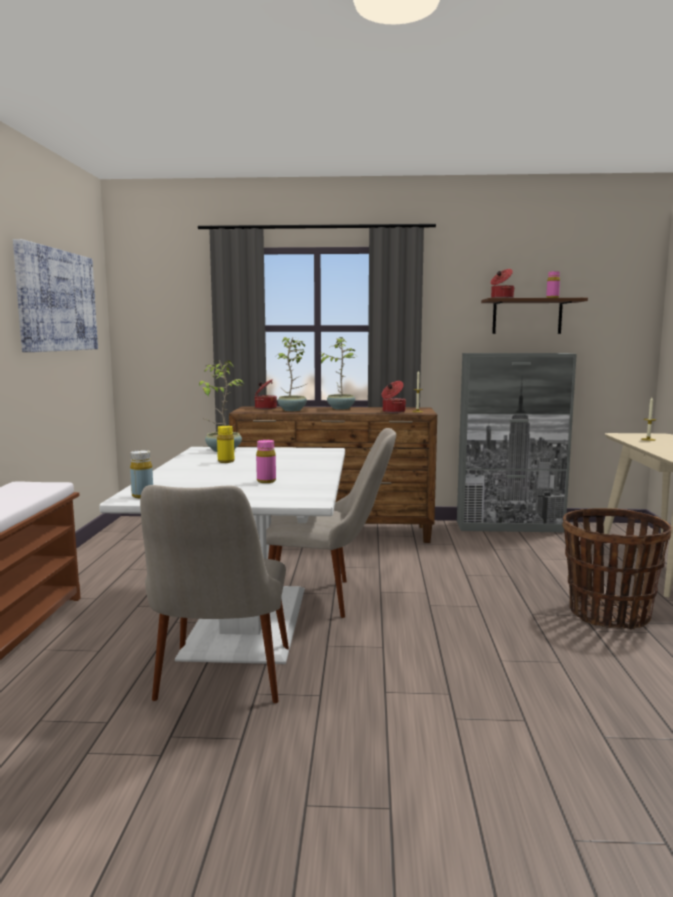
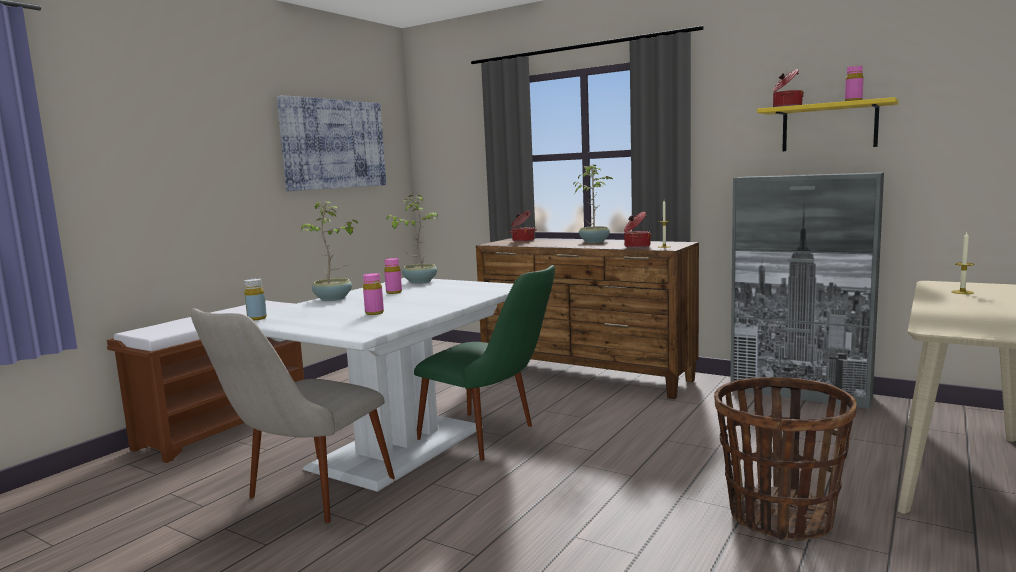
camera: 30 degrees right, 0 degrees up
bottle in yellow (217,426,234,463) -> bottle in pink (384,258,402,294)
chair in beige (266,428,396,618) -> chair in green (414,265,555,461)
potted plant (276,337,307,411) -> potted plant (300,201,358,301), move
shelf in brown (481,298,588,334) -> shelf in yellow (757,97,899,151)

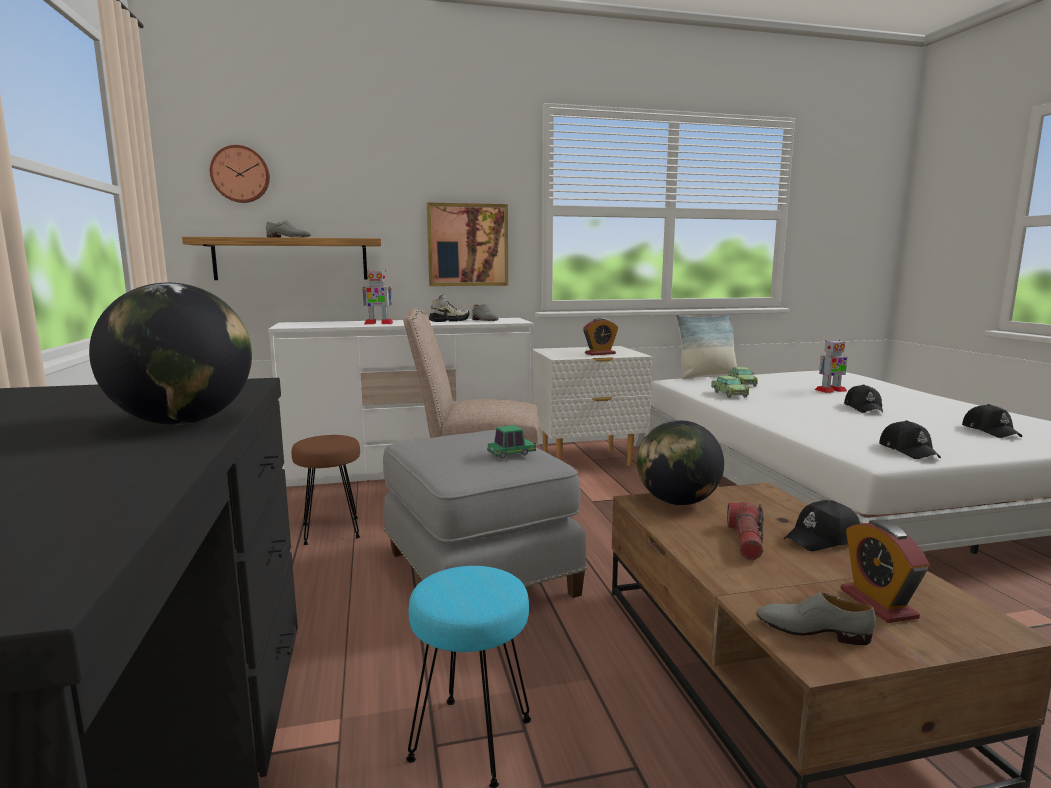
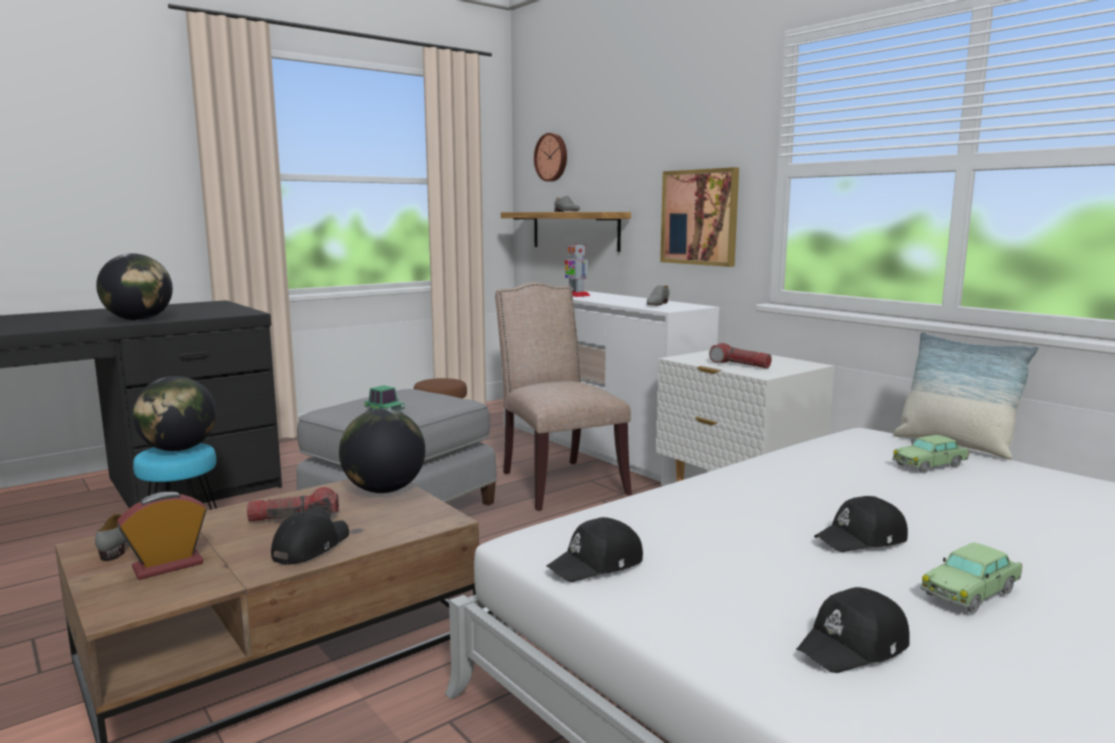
camera: 65 degrees right, 0 degrees up
shoe (429,294,469,322) -> none
alarm clock (583,318,618,356) -> flashlight (709,343,772,368)
toy car (711,376,749,398) -> toy car (920,542,1022,613), move
cap in black (784,500,860,551) -> cap in black (271,507,349,565), 75 degrees clockwise
toy robot (815,340,847,393) -> none
none -> globe (132,376,217,451)

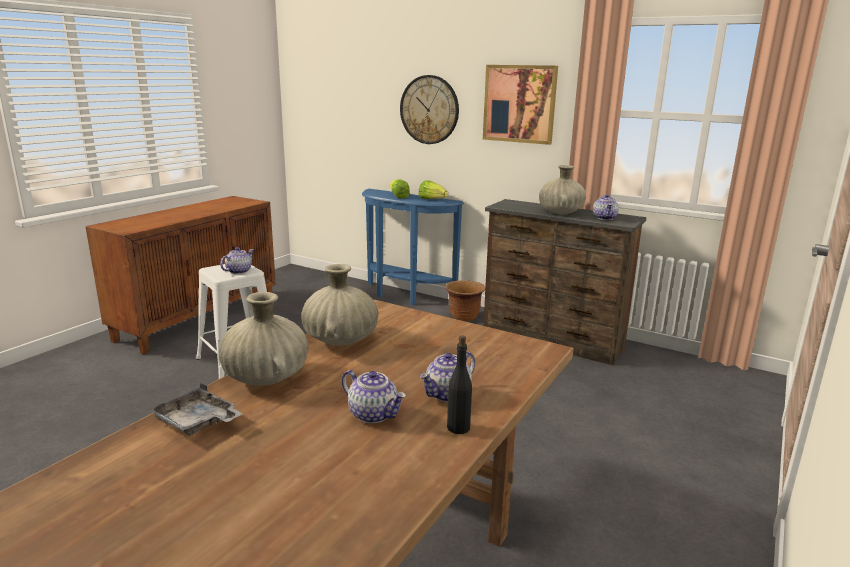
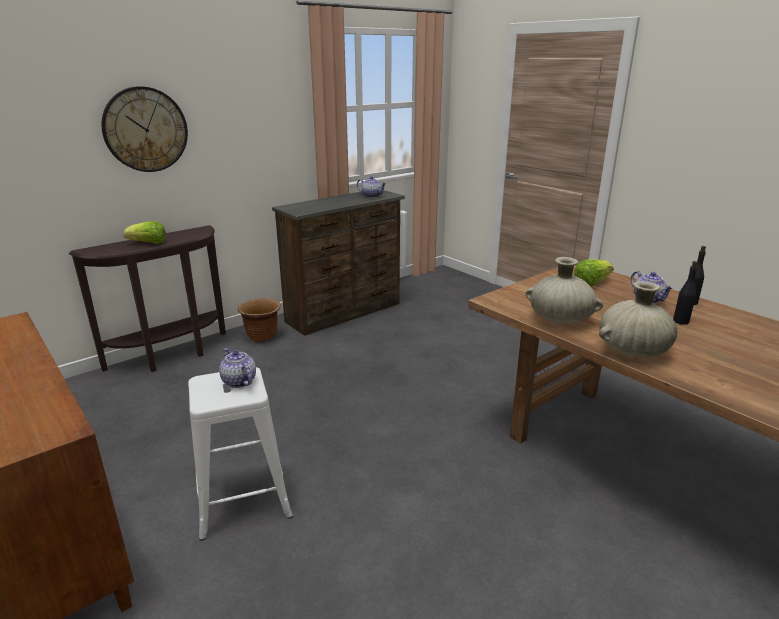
camera: 70 degrees left, 5 degrees up
tray in grey (147,383,243,436) -> none
teapot (342,370,406,423) -> bottle in black (673,261,698,325)
console table in blue (362,189,464,305) -> console table in brown (69,225,226,372)
lettuce (419,180,448,199) -> lettuce (574,259,614,286), move
picture (483,65,558,145) -> none
vase in beige (539,165,586,215) -> none

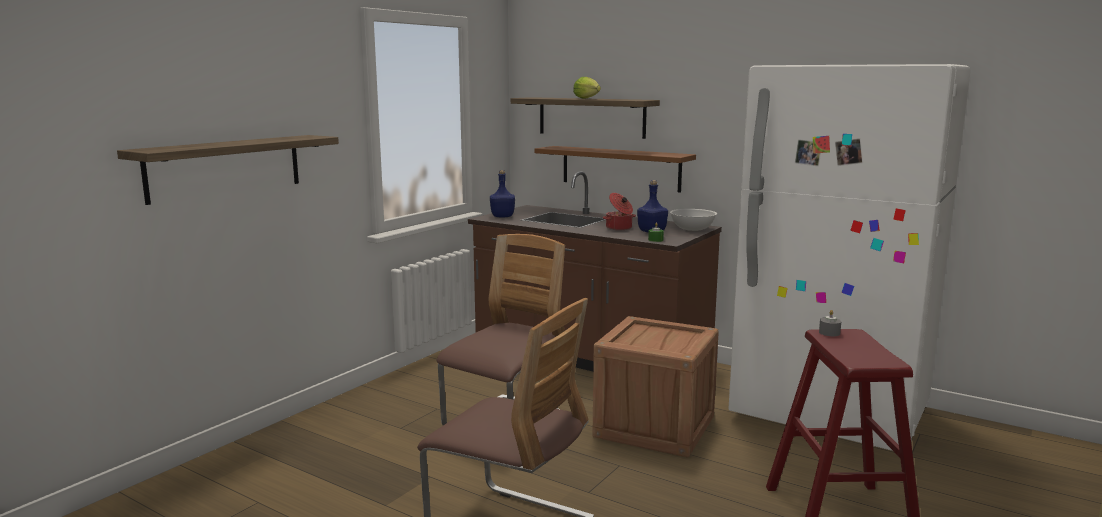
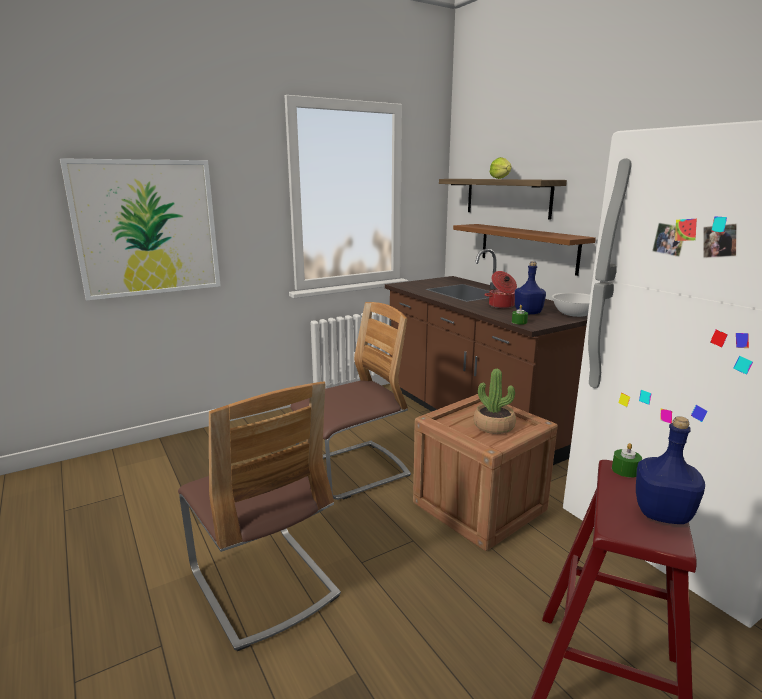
camera: 25 degrees right, 5 degrees up
shelf (117,135,339,205) -> picture (60,158,221,301)
bottle in blue (490,170,515,218) -> bottle in blue (636,416,705,524), move
candle in grey (819,310,841,336) -> candle in green (612,443,642,478)
none -> potted plant (474,369,516,434)

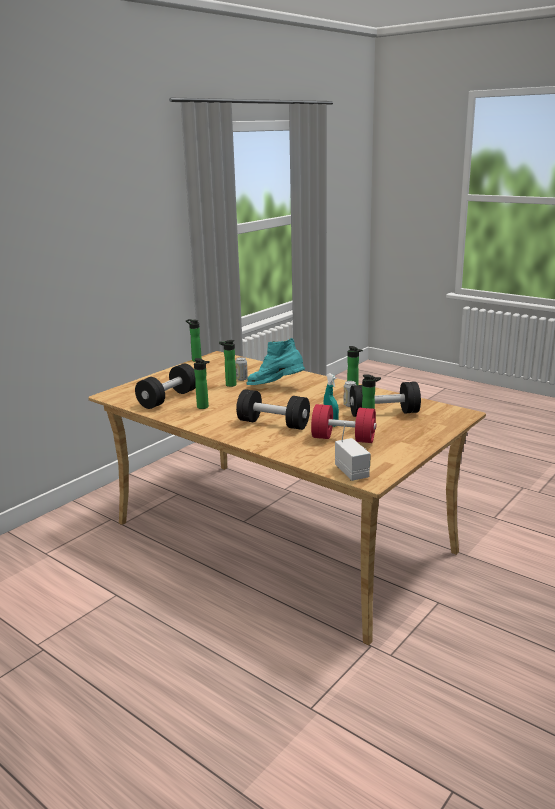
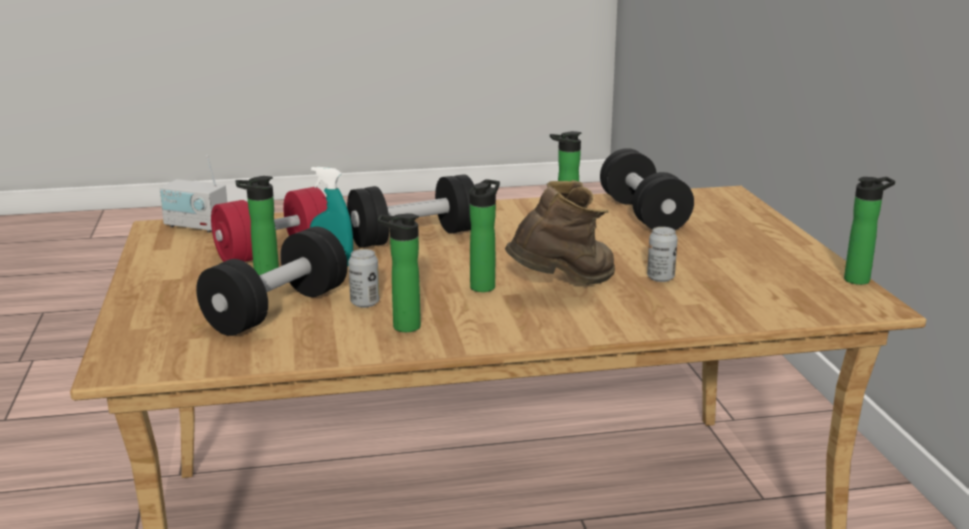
camera: 130 degrees right, 0 degrees up
bottle (219,340,237,387) -> bottle (470,179,500,292), move
boot in turquoise (246,338,305,385) -> boot in brown (505,180,615,285)

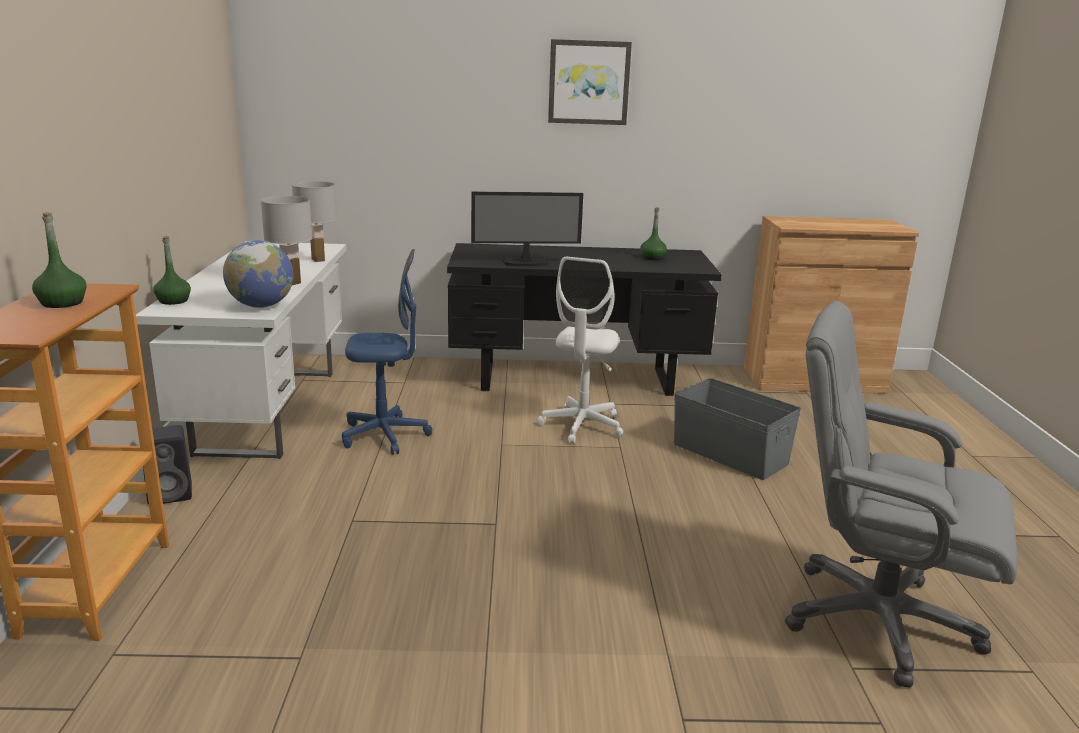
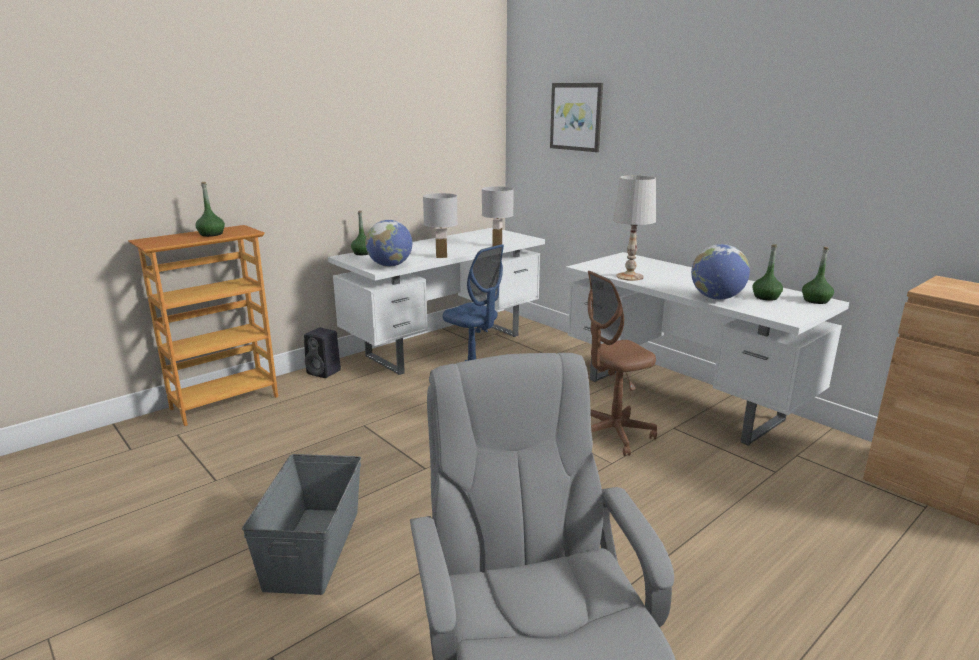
camera: 50 degrees right, 0 degrees up
desk in black (447,243,722,396) -> desk in white (566,252,849,446)
monitor (471,191,583,266) -> table lamp in white (613,175,656,281)
office chair in white (537,256,623,444) -> office chair in brown (588,271,657,456)
picture (548,39,632,125) -> picture (550,83,603,152), move
storage box in grey (674,378,801,480) -> storage box in grey (242,454,361,595), move
none -> globe (691,244,750,300)
none -> bottle in green (802,247,834,304)

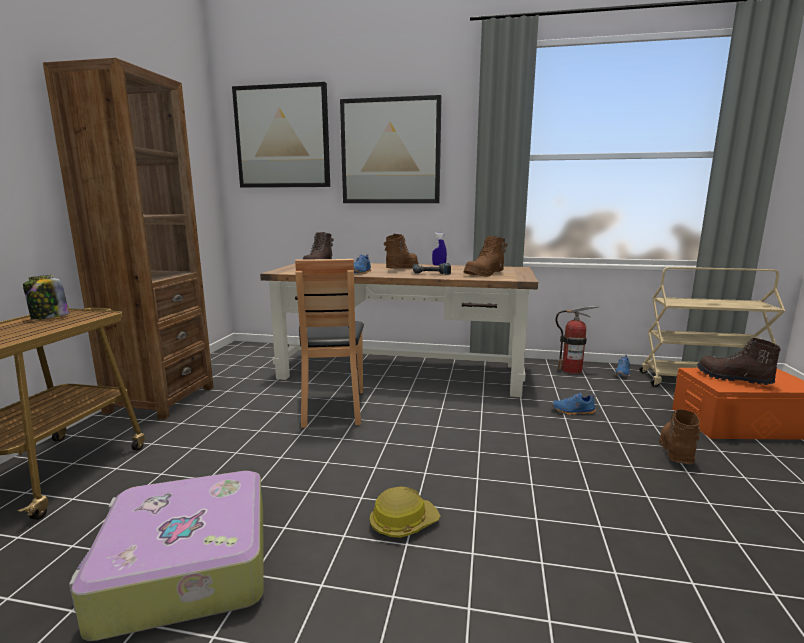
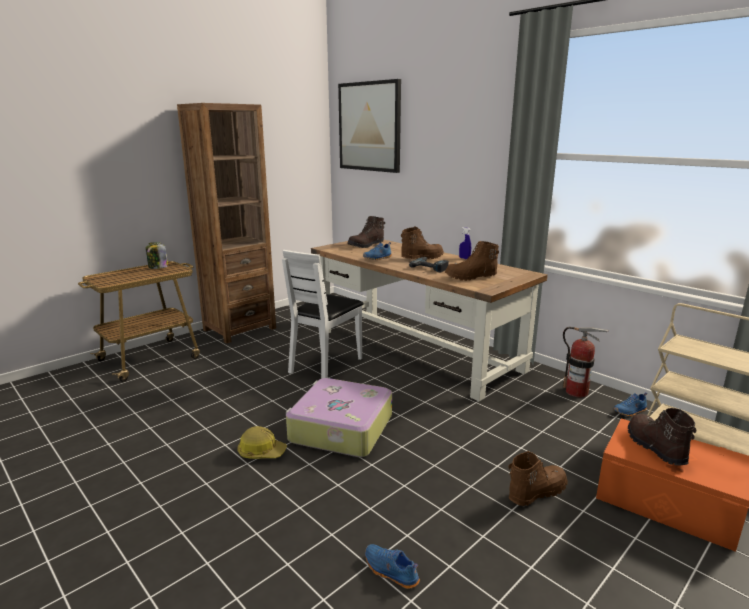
camera: 35 degrees right, 5 degrees up
suitcase (69,471,263,641) -> suitcase (286,378,392,457), move
chair in brown (295,259,364,428) -> chair in white (282,250,364,379)
picture (340,95,442,203) -> none
shoe in blue (552,393,596,415) -> shoe in blue (365,544,420,589), move

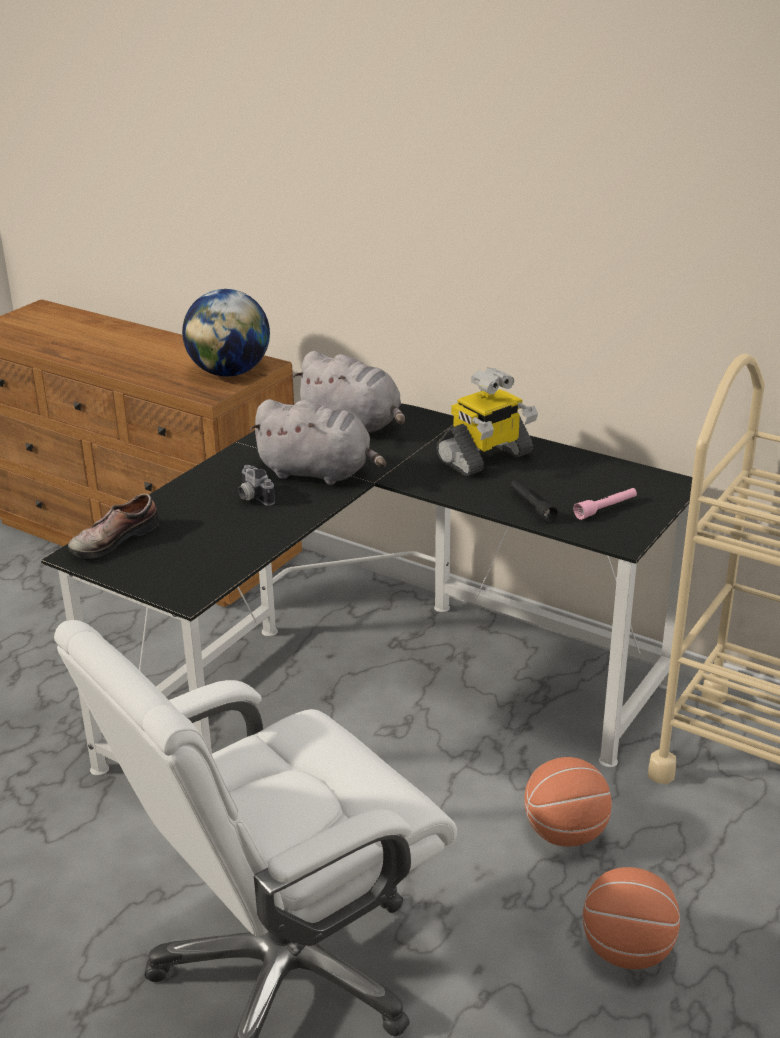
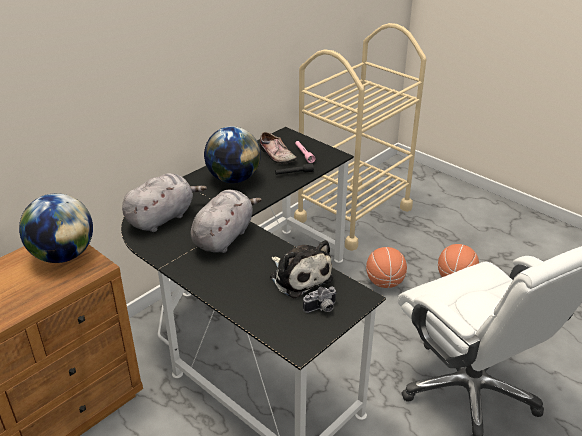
camera: 80 degrees left, 5 degrees up
shoe (68,493,159,559) -> shoe (259,132,297,164), move
photo camera (238,465,275,506) -> photo camera (303,286,337,313), move
toy robot (437,368,538,476) -> globe (204,126,261,183)
none -> plush toy (270,240,333,298)

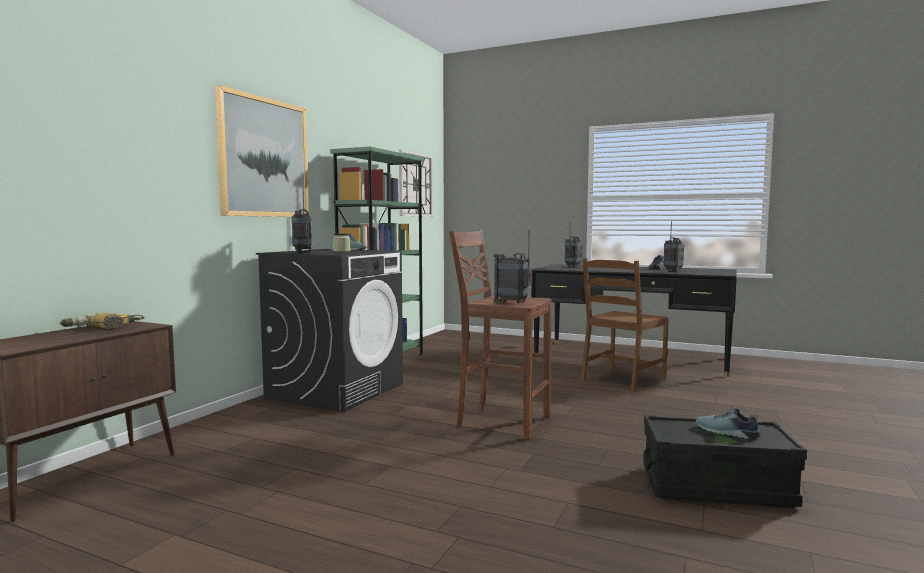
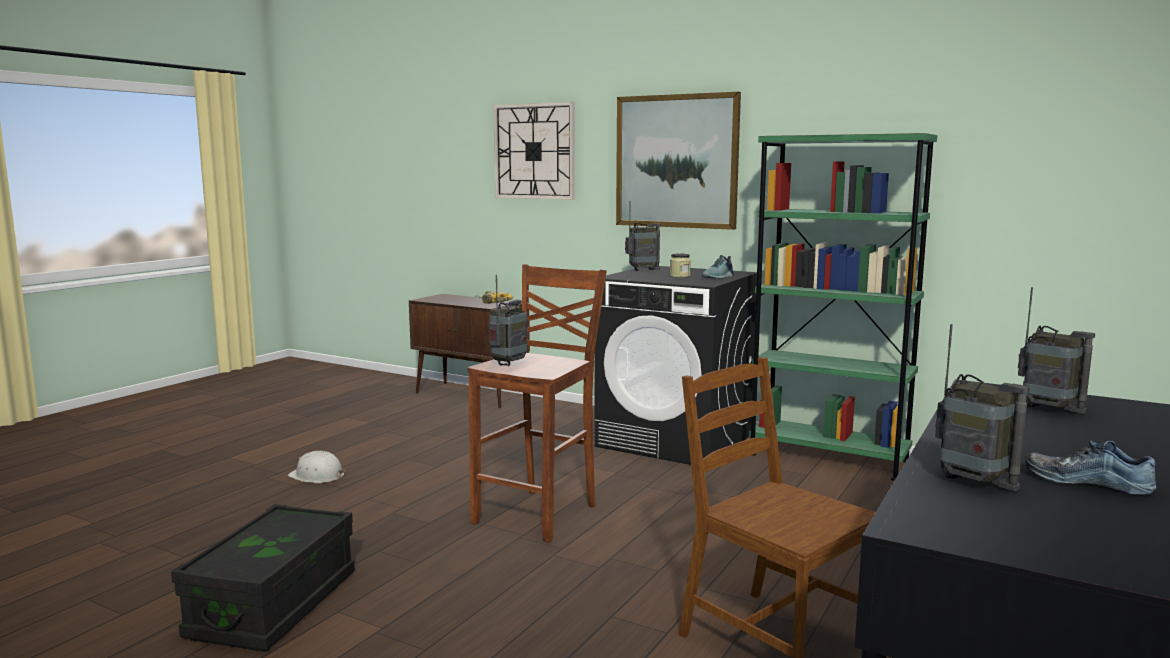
camera: 95 degrees right, 5 degrees up
wall clock (399,150,433,217) -> wall clock (493,102,575,200), move
shoe (696,406,761,439) -> none
none -> hard hat in white (288,451,345,483)

